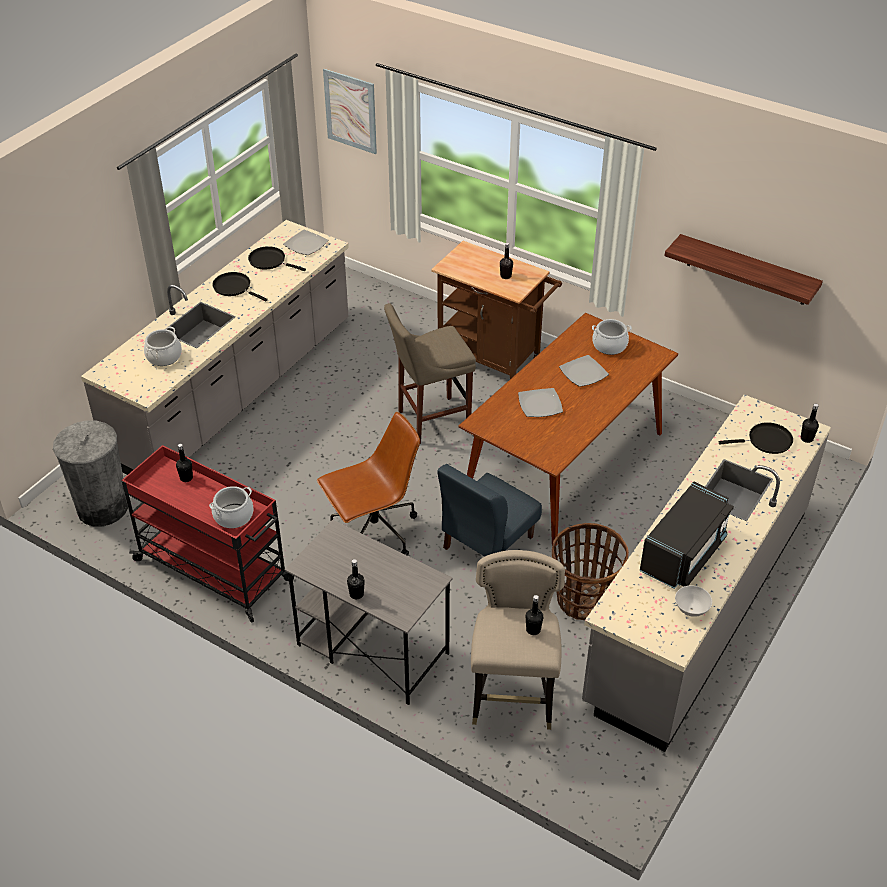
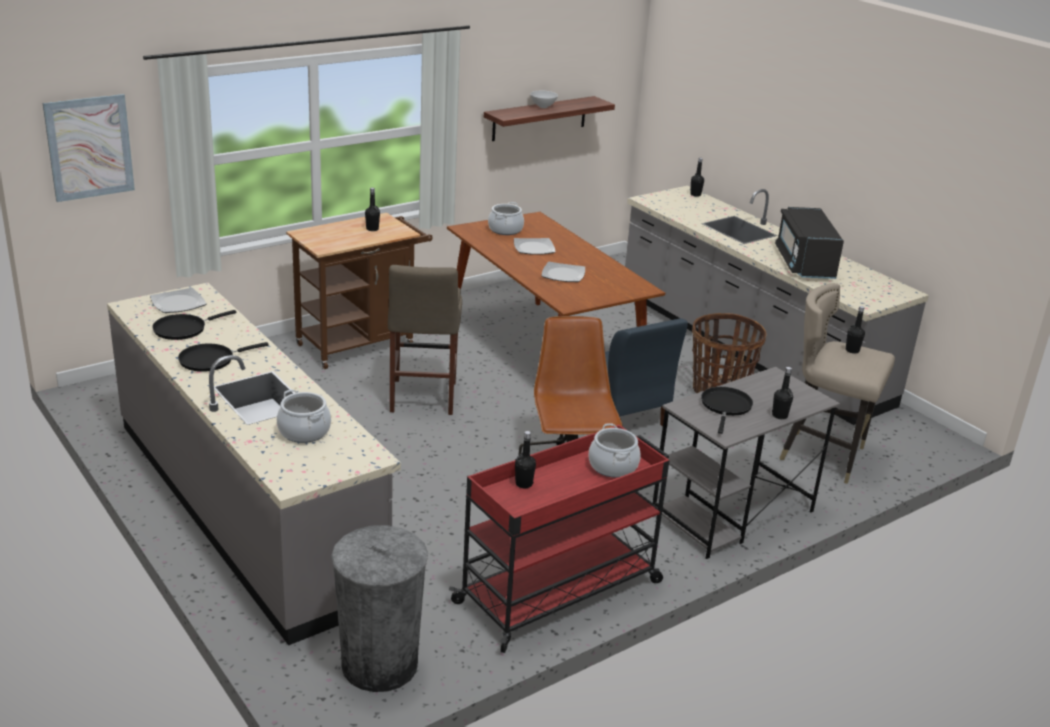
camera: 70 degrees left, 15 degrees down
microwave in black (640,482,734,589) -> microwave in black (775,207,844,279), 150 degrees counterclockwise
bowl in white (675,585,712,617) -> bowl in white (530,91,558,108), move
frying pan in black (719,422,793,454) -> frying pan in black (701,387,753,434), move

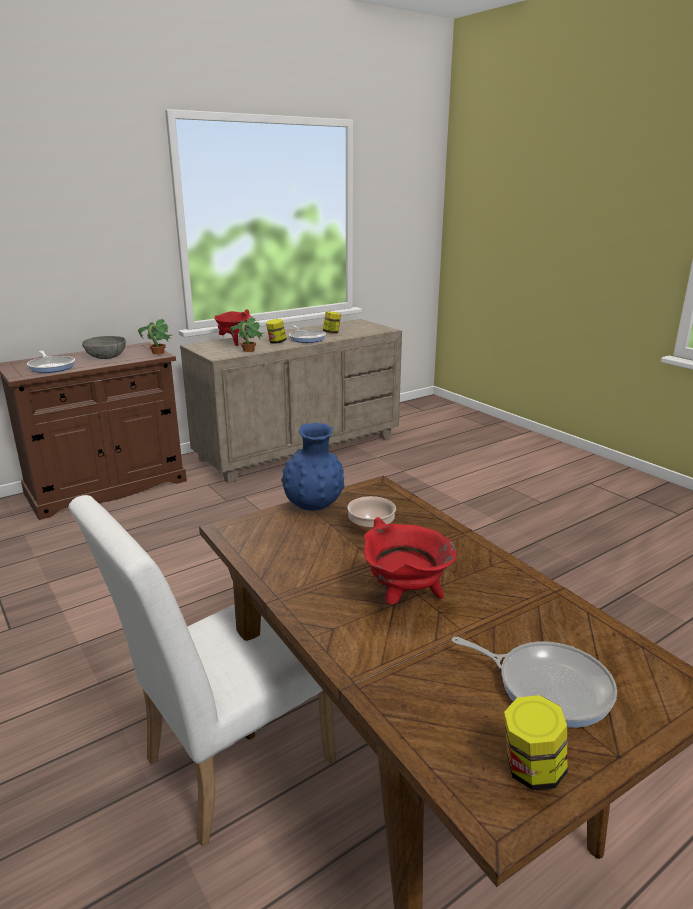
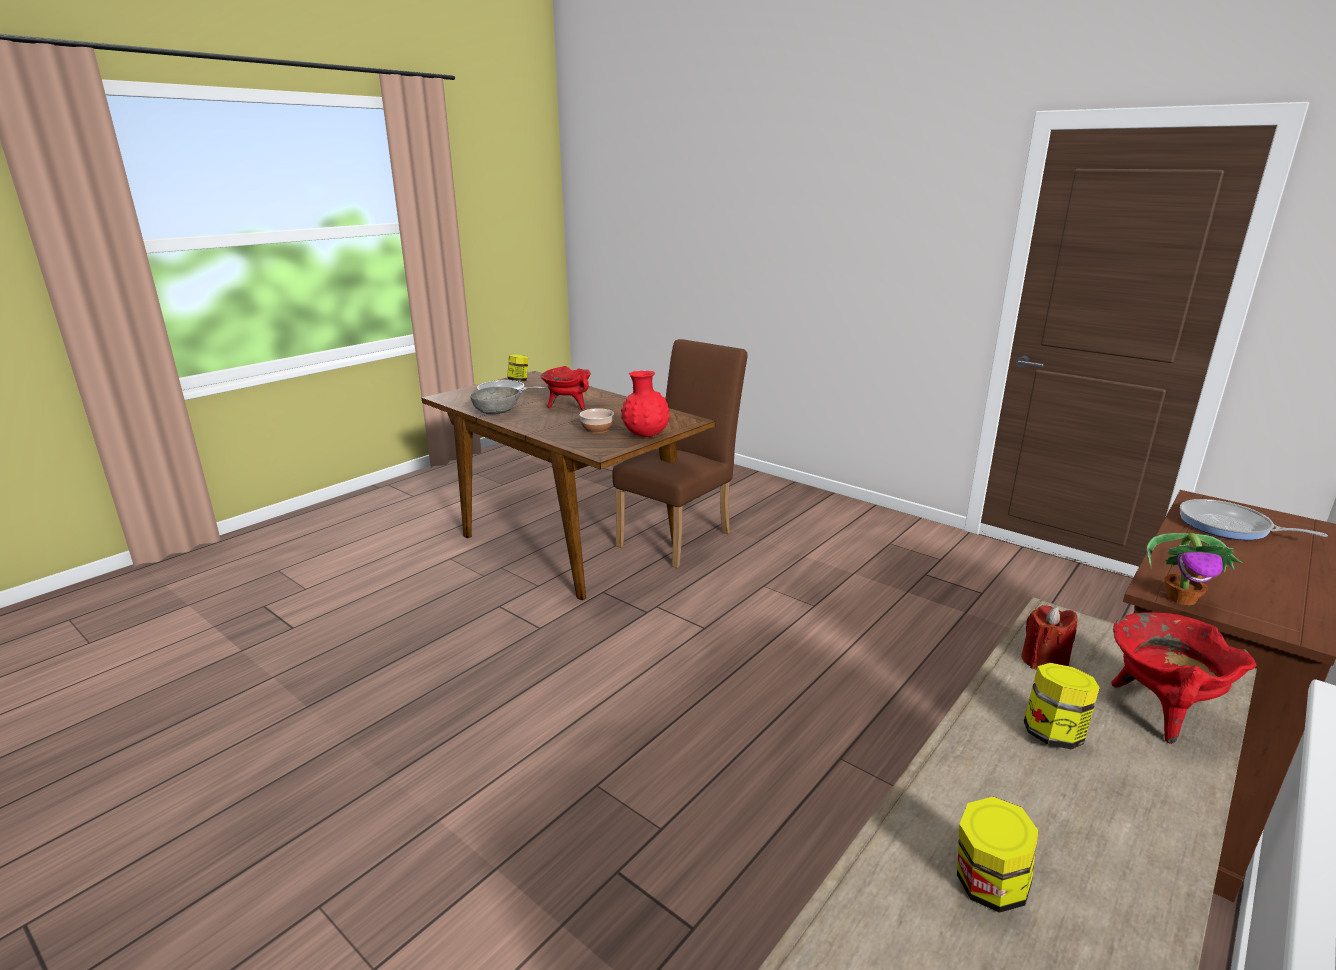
camera: 165 degrees right, 0 degrees up
chair in white (68,495,336,846) -> chair in brown (612,339,748,568)
bowl in grey (82,336,126,359) -> bowl in grey (470,387,520,415), move
potted plant (230,317,263,352) -> candle in red (1021,605,1078,670)
vase in blue (281,423,344,511) -> vase in red (621,371,670,437)
frying pan (289,325,326,343) -> none

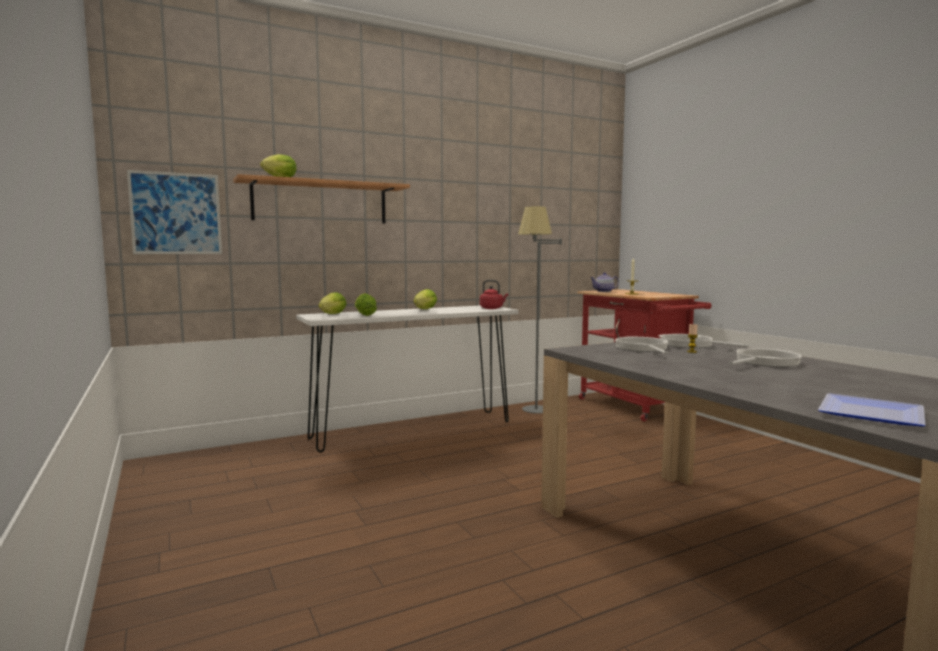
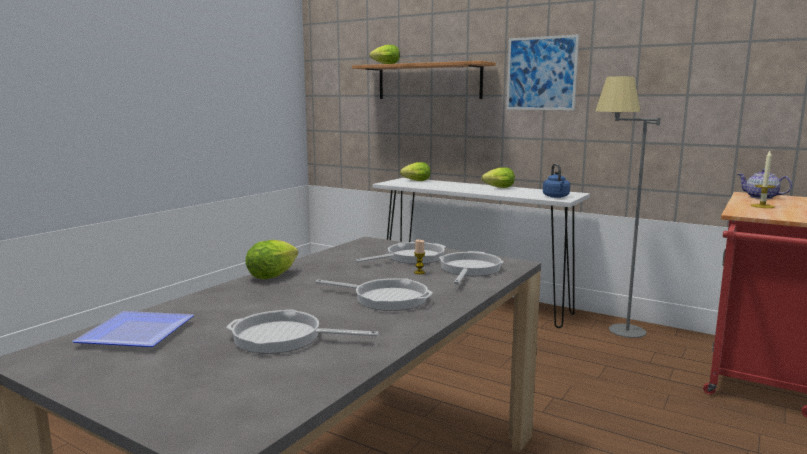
camera: 60 degrees right, 5 degrees up
picture (127,170,222,254) -> picture (506,34,579,110), move
lettuce (355,293,377,316) -> lettuce (245,240,298,279), move
kettle in red (480,280,508,309) -> kettle in blue (543,164,570,198)
none -> frying pan (226,309,379,354)

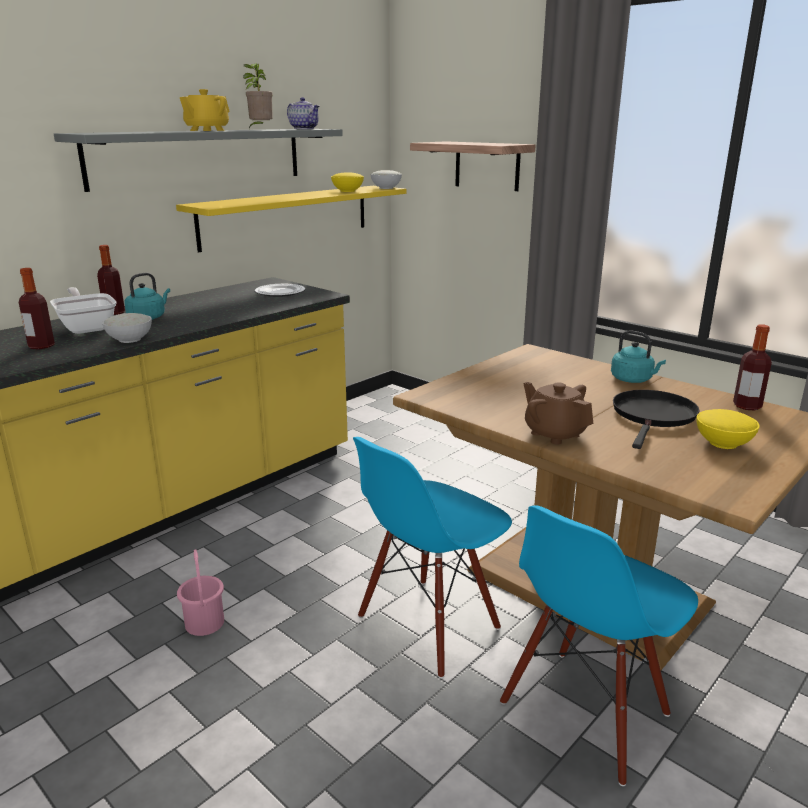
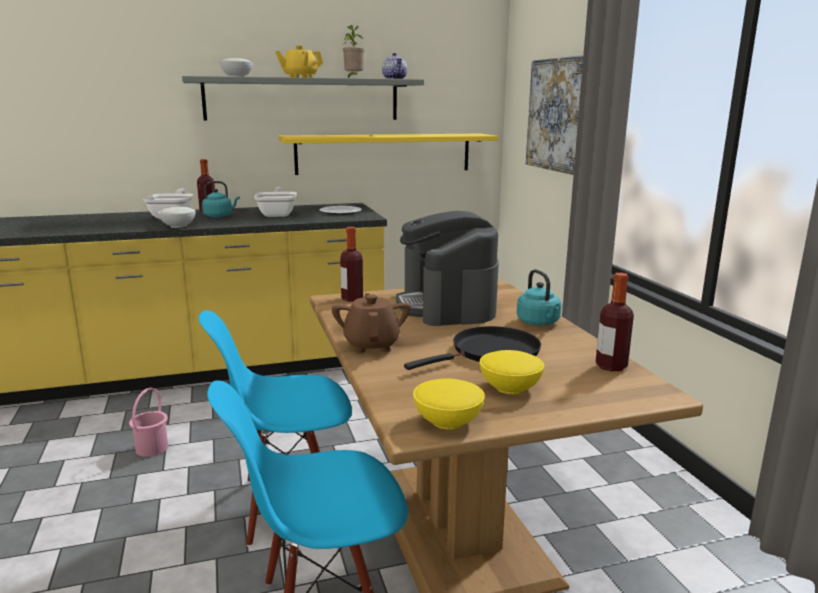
camera: 30 degrees right, 5 degrees down
bottle (19,268,55,350) -> bottle (340,227,363,302), move
bowl in yellow (331,172,364,192) -> bowl in yellow (413,378,485,430), move
bowl in white (370,170,402,189) -> bowl in white (219,58,253,77), move
shelf (410,141,536,191) -> picture (526,55,583,175)
none -> frying pan (254,187,297,217)
none -> coffee machine (396,211,499,326)

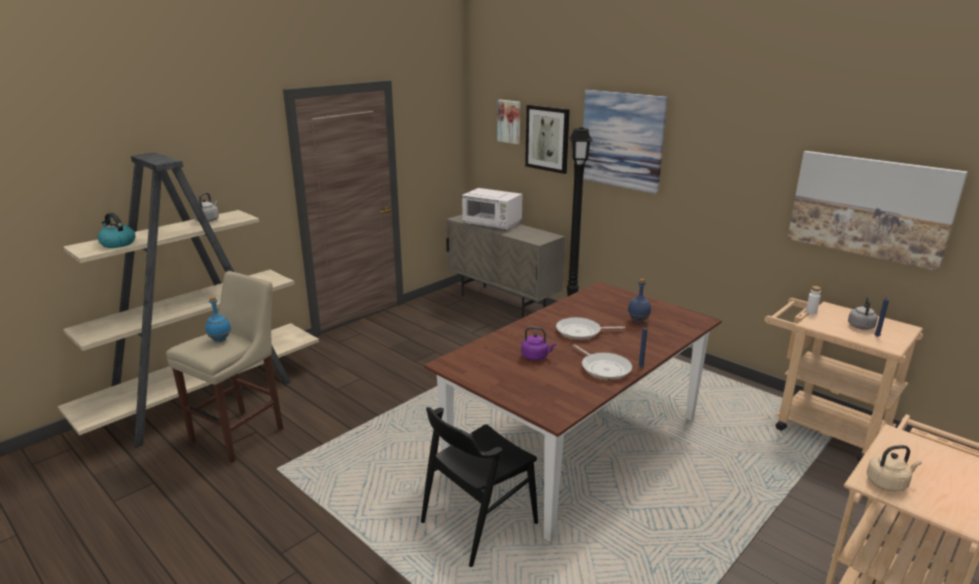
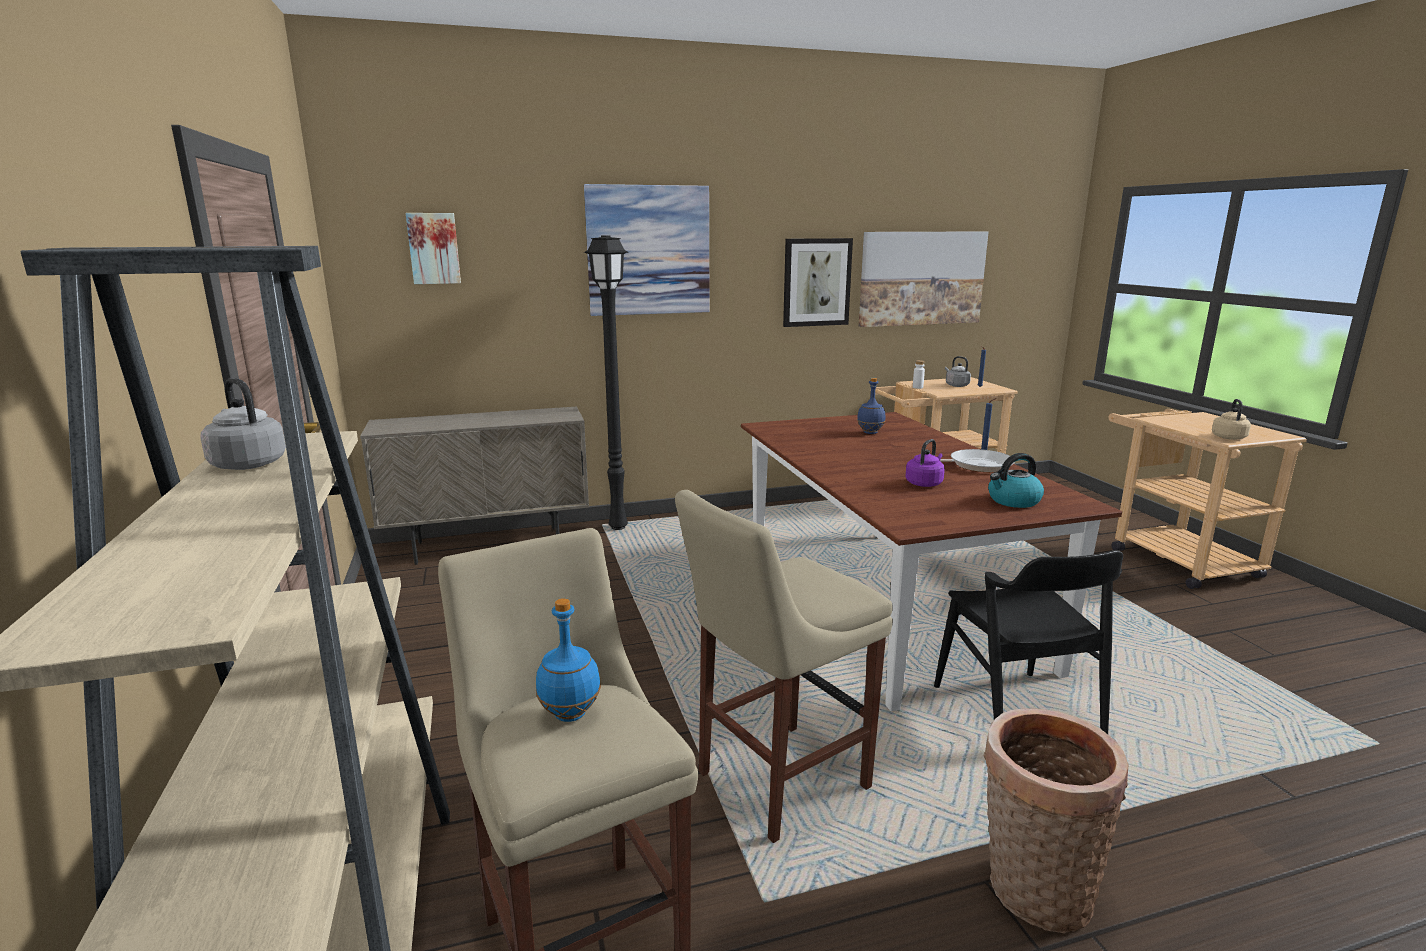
camera: 60 degrees left, 5 degrees down
kettle (98,213,135,248) -> kettle (988,453,1044,508), move
microwave in white (462,188,522,230) -> none
picture (525,105,570,174) -> picture (783,238,853,327), move
frying pan (556,317,625,340) -> none
none -> stool in beige (675,490,893,843)
none -> basket (983,708,1129,934)

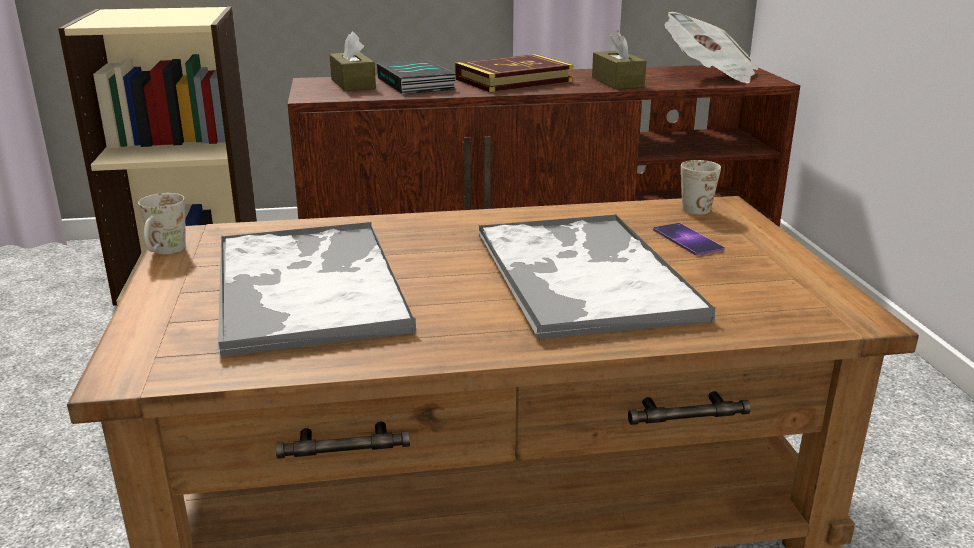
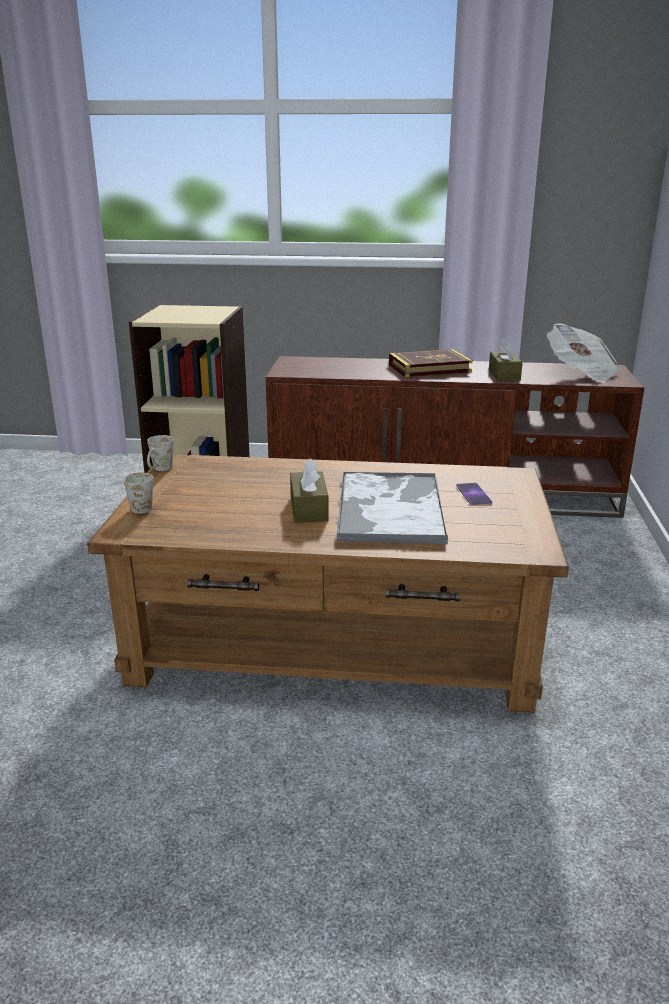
camera: 15 degrees right, 0 degrees up
tray (218,222,416,356) -> none
tissue box in brown (330,31,376,91) -> tissue box in brown (290,459,329,523), move
book (377,59,455,95) -> none
mug in white (681,160,721,215) -> mug in white (124,473,153,514), move

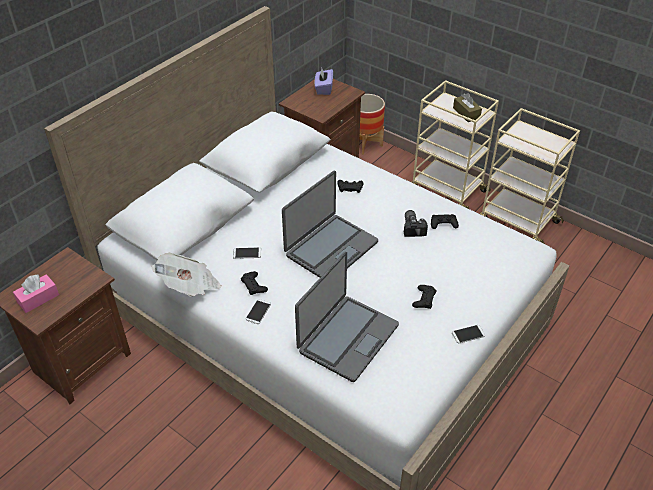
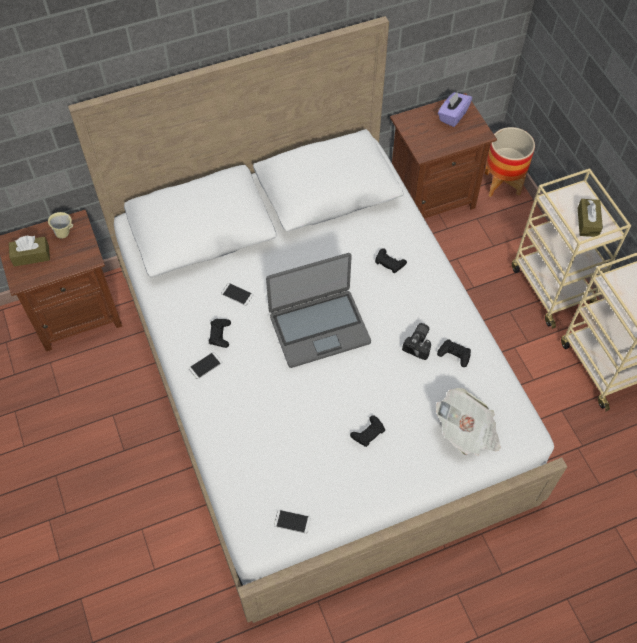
camera: 30 degrees right, 15 degrees up
tissue box in pink (13,274,59,313) -> tissue box in brown (9,236,50,267)
newspaper (151,253,222,296) -> newspaper (436,388,501,455), move
laptop (295,252,399,382) -> none
phone (452,325,485,343) -> phone (274,510,311,533), move
none -> mug in beige (48,212,73,238)

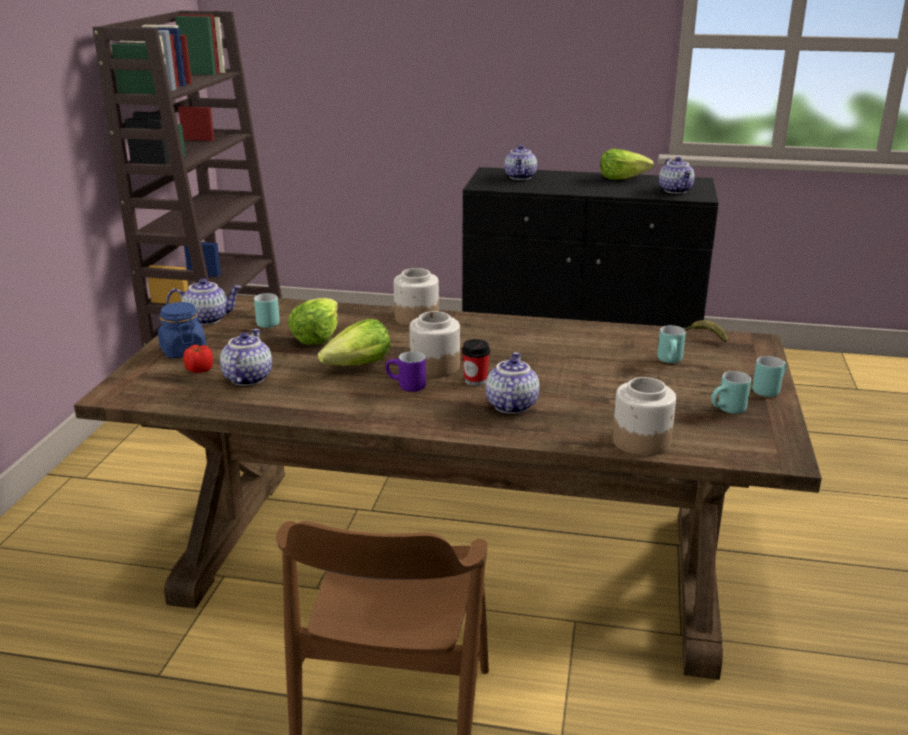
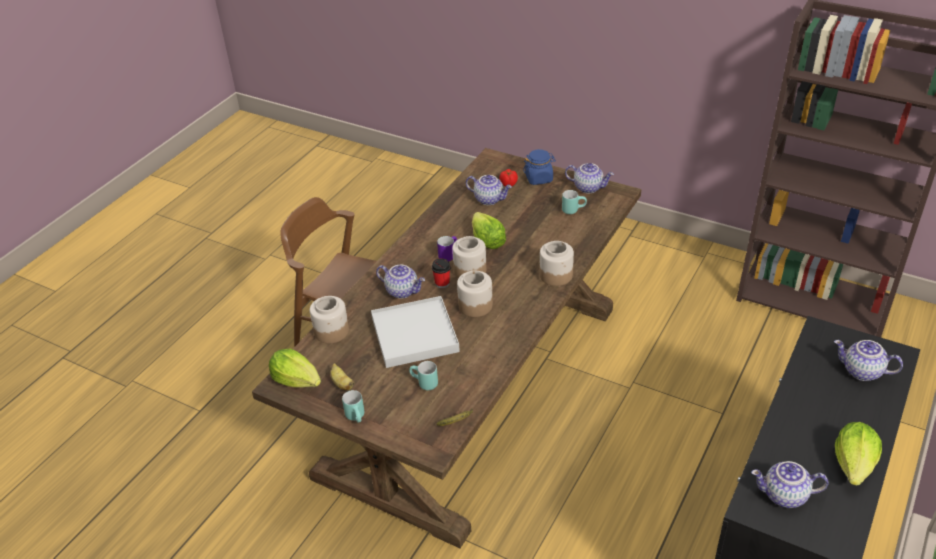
camera: 110 degrees right, 15 degrees up
teapot (166,278,241,325) -> teapot (565,163,614,194), 75 degrees counterclockwise
lettuce (288,298,338,345) -> lettuce (269,349,321,388), move
mug in turquoise (711,371,751,414) -> banana (330,363,355,390)
none -> tray in white (371,296,460,368)
none -> jar (457,270,493,317)

